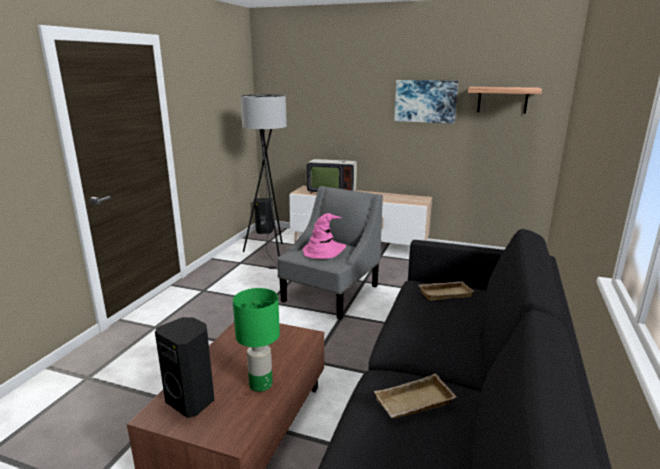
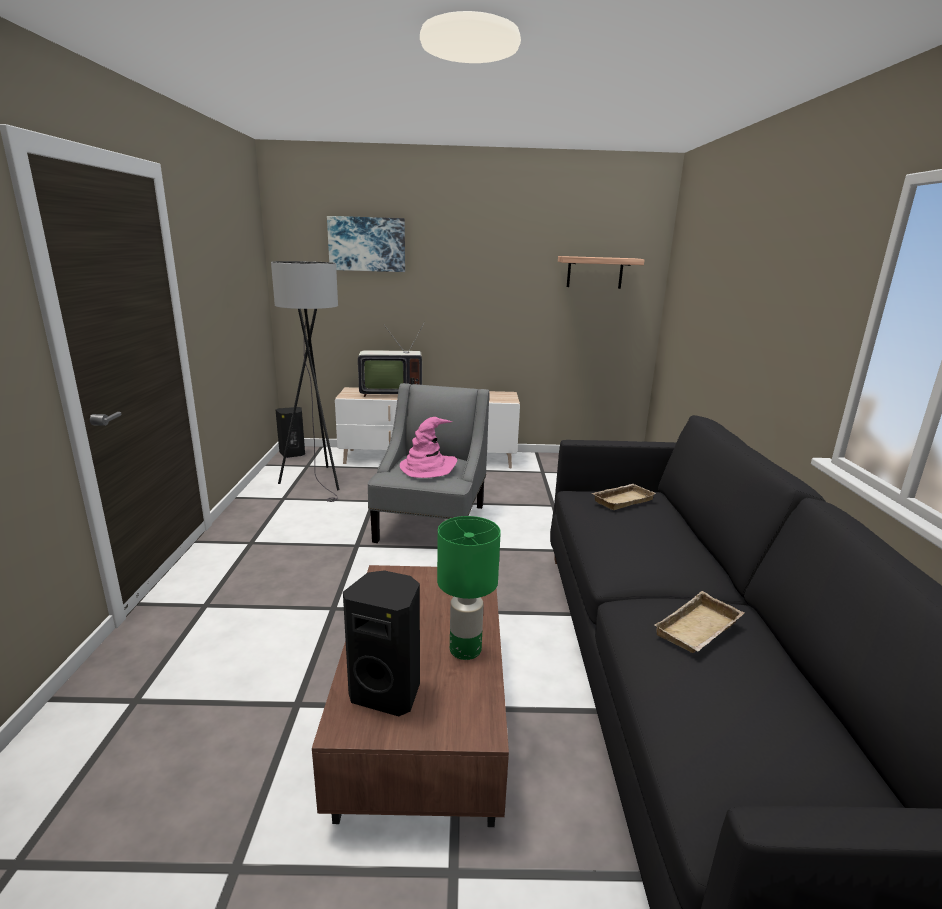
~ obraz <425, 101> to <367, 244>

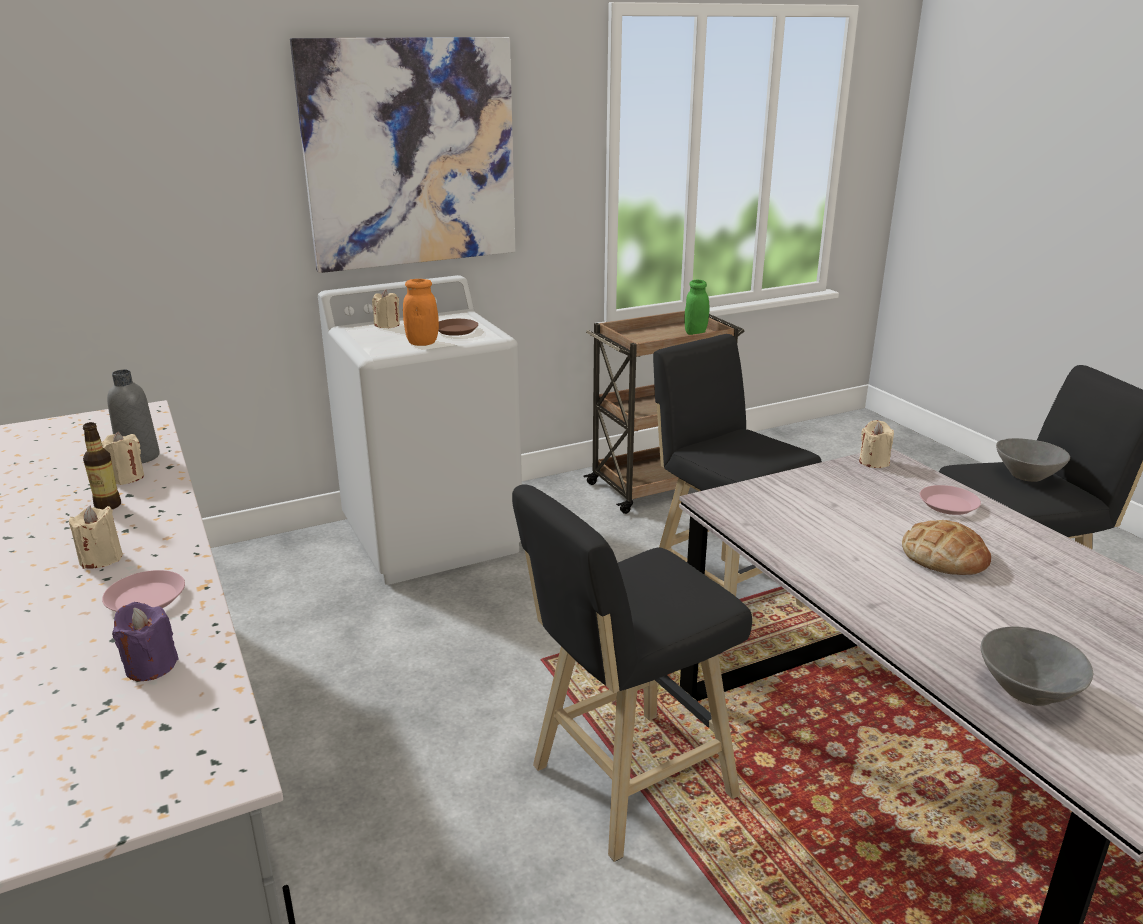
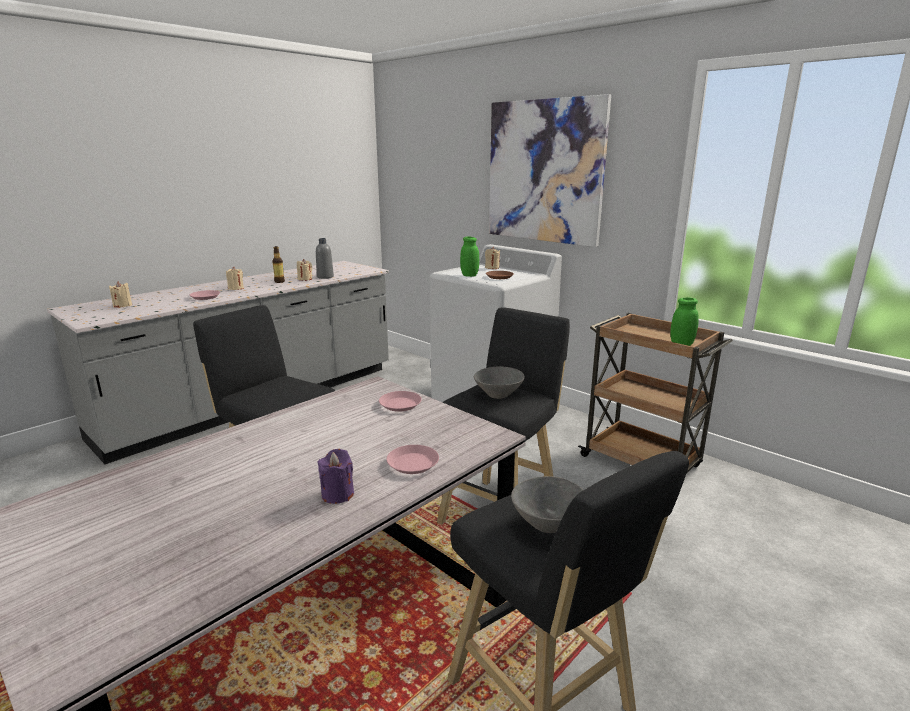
~ słoik (pomarańczowy) <422, 343> to słoik (zielony) <469, 275>
~ świeca (beżowy) <874, 462> to <122, 305>
- chleb <945, 556>
~ świeca (fioletowy) <150, 666> to <337, 494>
~ miska (szary) <1027, 693> to <497, 394>
+ talerz (różowy) <400, 404>

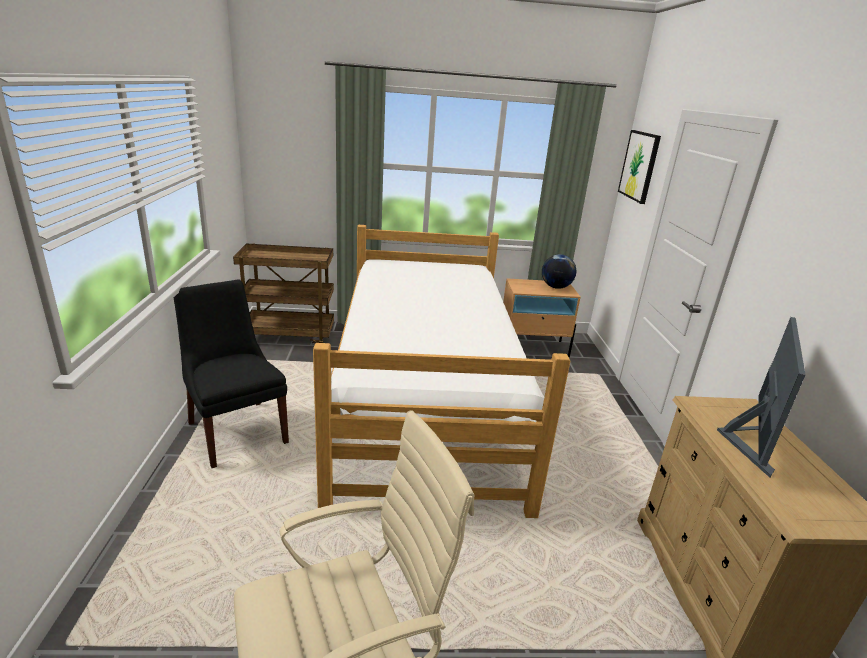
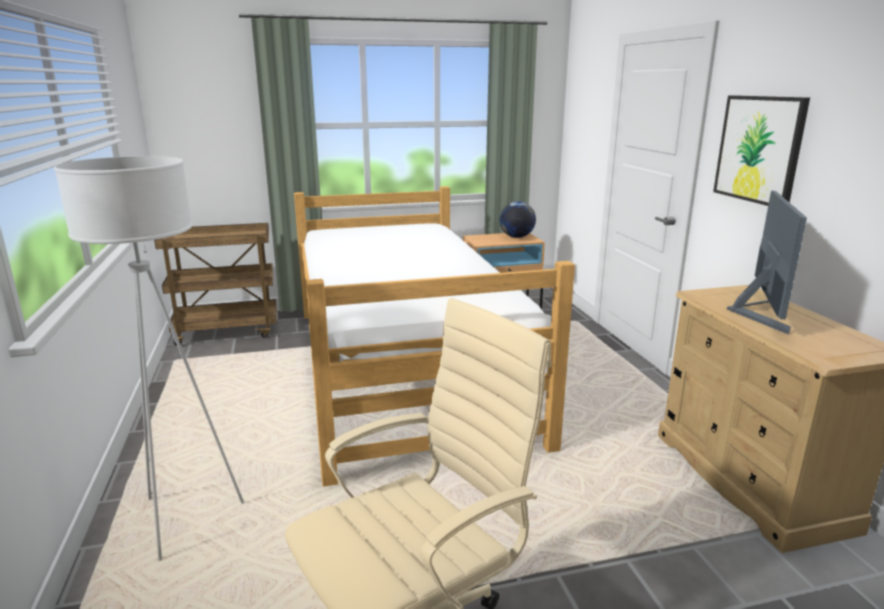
~ obraz <639, 166> to <759, 149>
- krzesło (czarny) <236, 430>
+ lampa stojąca (biały) <184, 519>

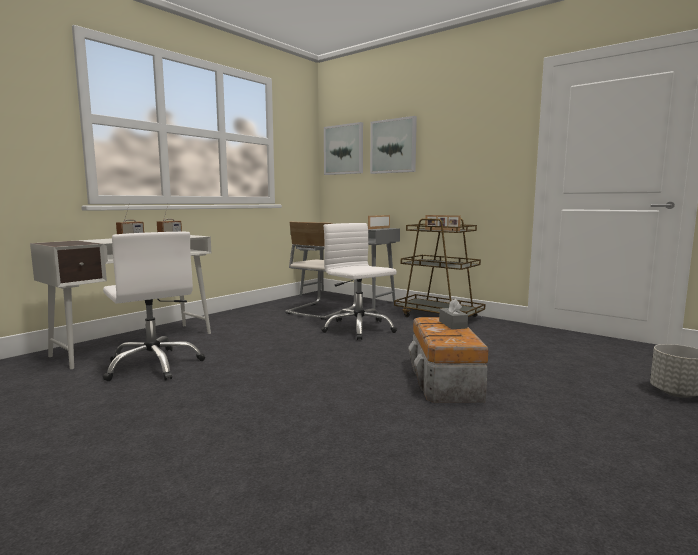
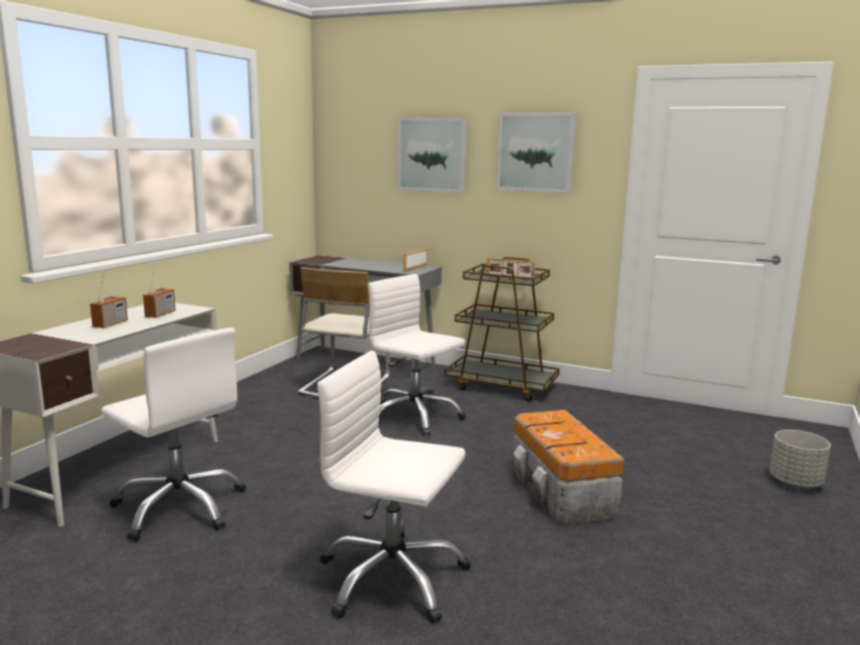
~ obraz <344, 149> to <535, 152>
- pudełko chusteczek (szary) <452, 324>
+ krzesło biurowe (biały) <392, 578>

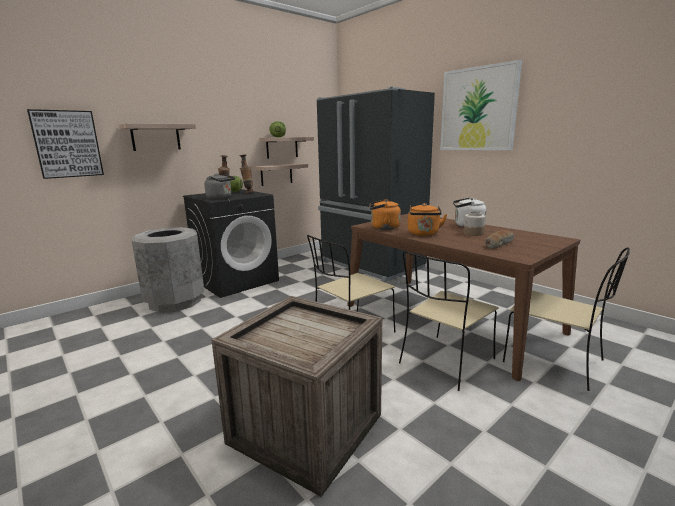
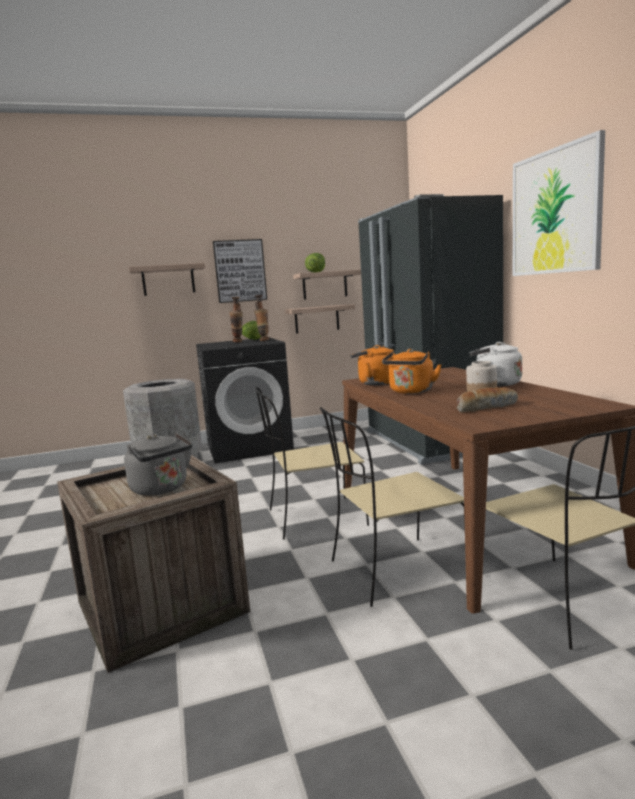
~ obraz <67, 144> to <240, 271>
~ czajnik (szary) <221, 198> to <162, 489>

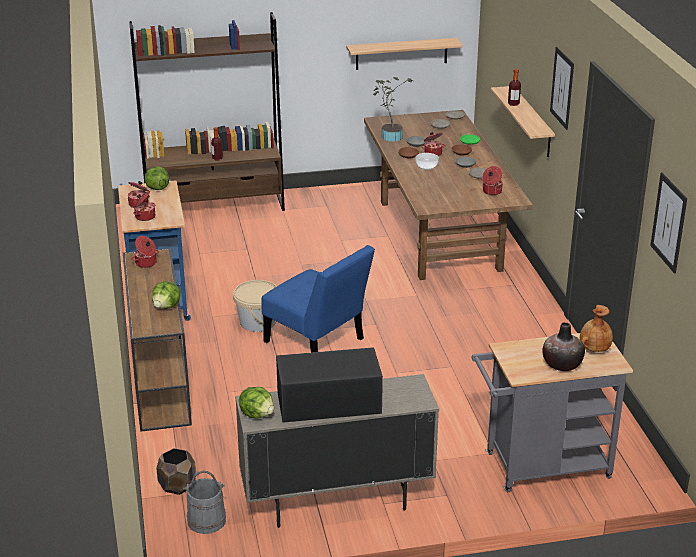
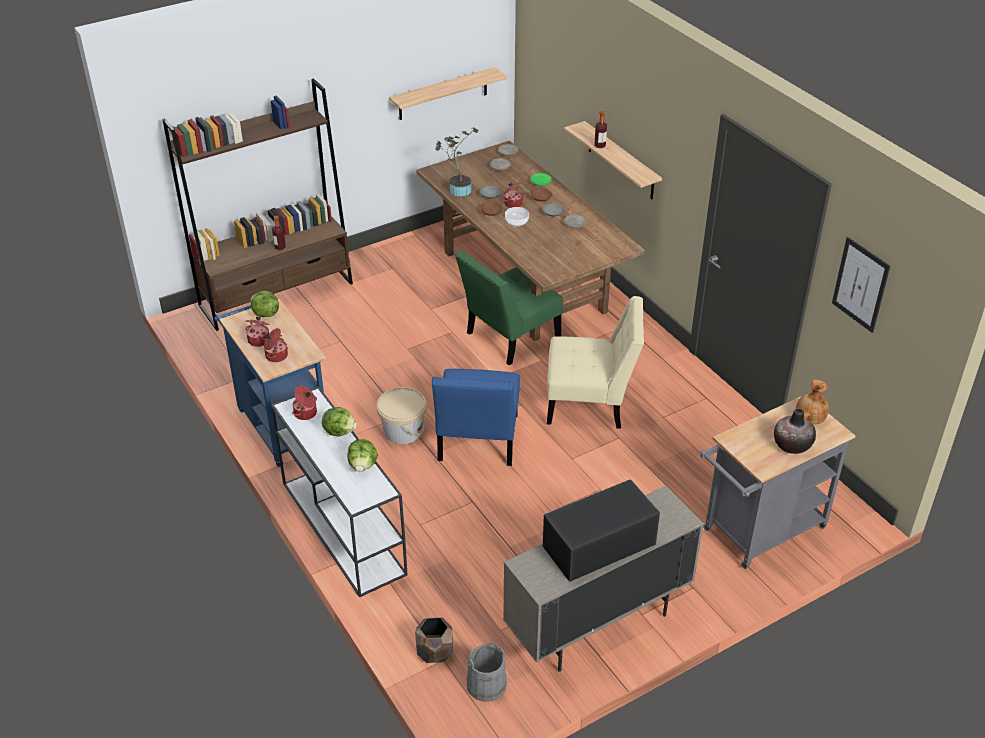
- obraz <562, 88>
- garnek <491, 191>
~ krzesło (niebieski) <317, 343> = <477, 442> 75 degrees clockwise
~ stolik konsolowy (brązowy) <159, 378> to stolik konsolowy (biały) <342, 527>
~ sałata <257, 414> to <340, 431>
+ krzesło (zielony) <509, 337>
+ krzesło (beżowy) <590, 403>

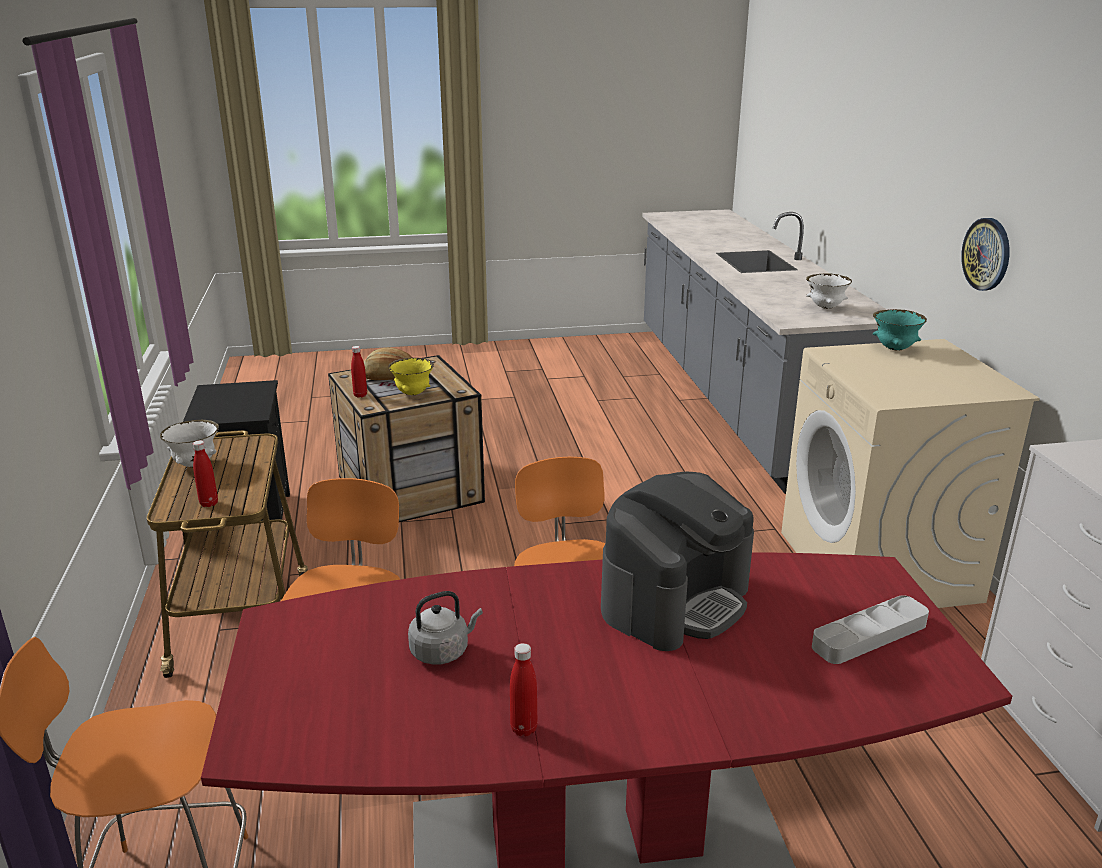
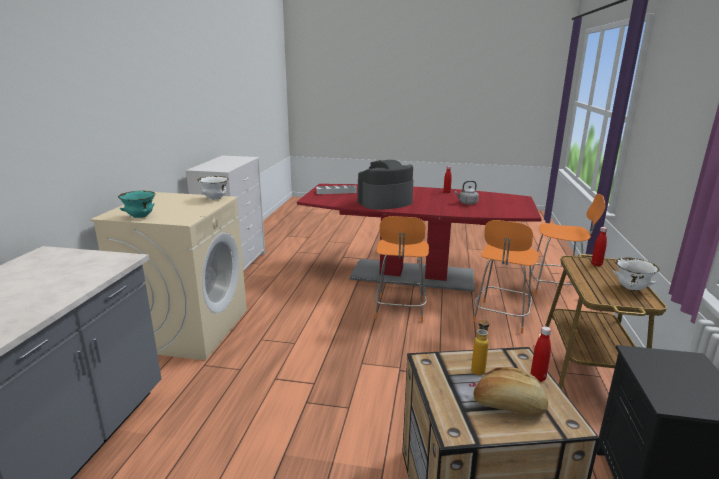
- zegar ścienny <987, 254>
~ miska (biały) <825, 307> to <215, 199>
~ miska (żółty) <413, 393> to butelka <478, 368>

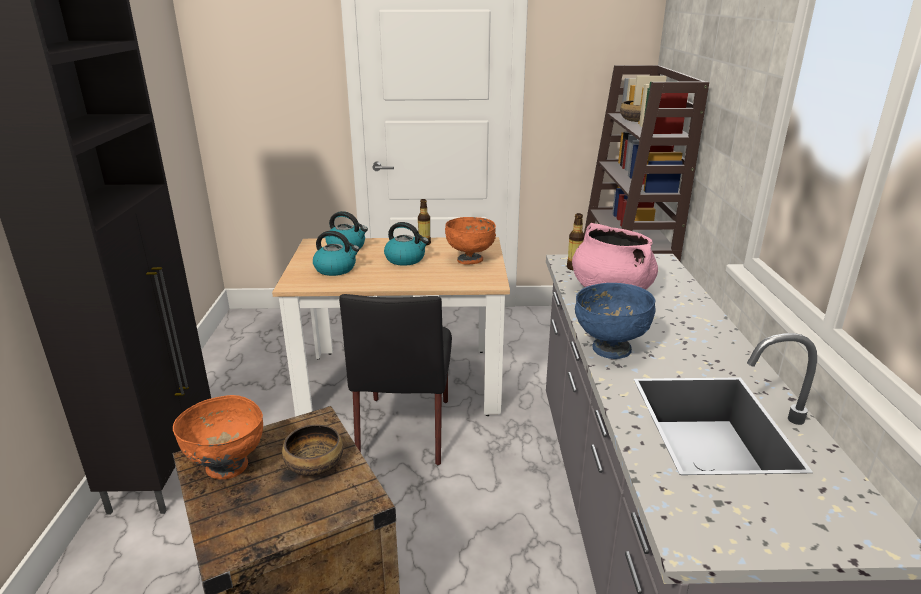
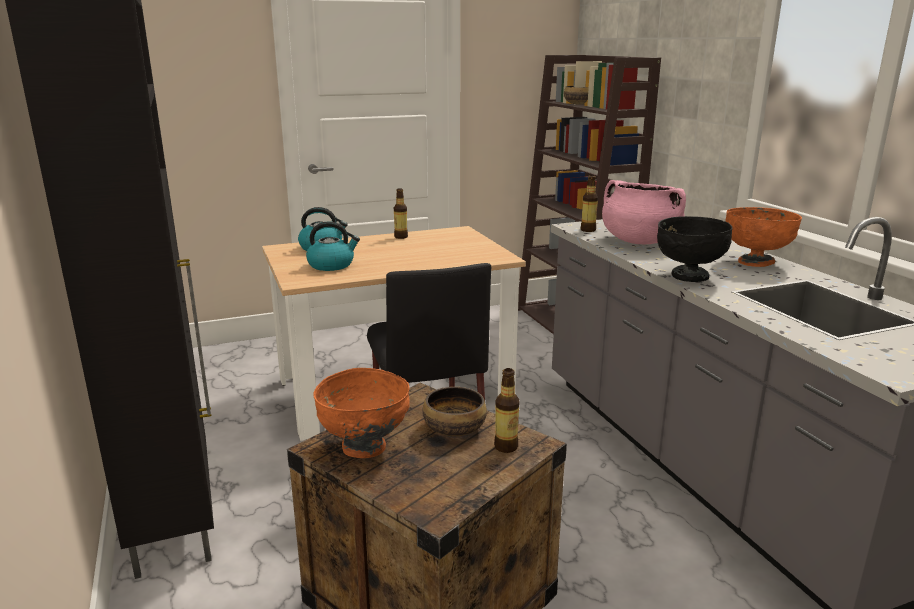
~ miska (pomarańczowy) <470, 260> to <755, 262>
- czajnik <406, 259>
~ miska (niebieski) <610, 349> to miska (czarny) <688, 276>
+ butelka <506, 447>

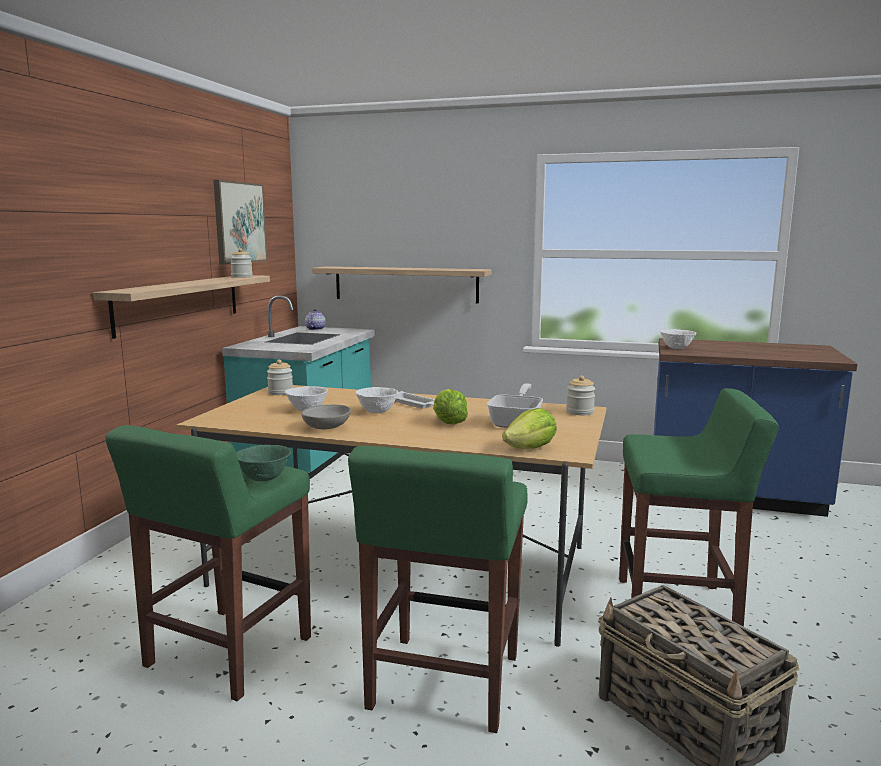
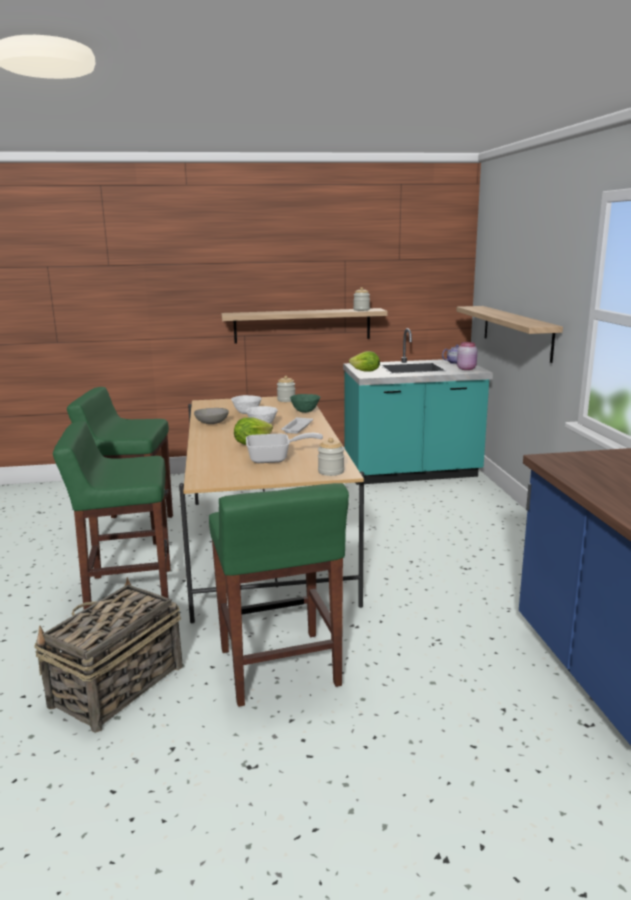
- obraz <239, 222>
- miska (biały) <677, 348>
~ sałata <531, 449> to <365, 371>
~ miska (zielony) <264, 479> to <305, 411>
+ słoik (różowy) <466, 369>

